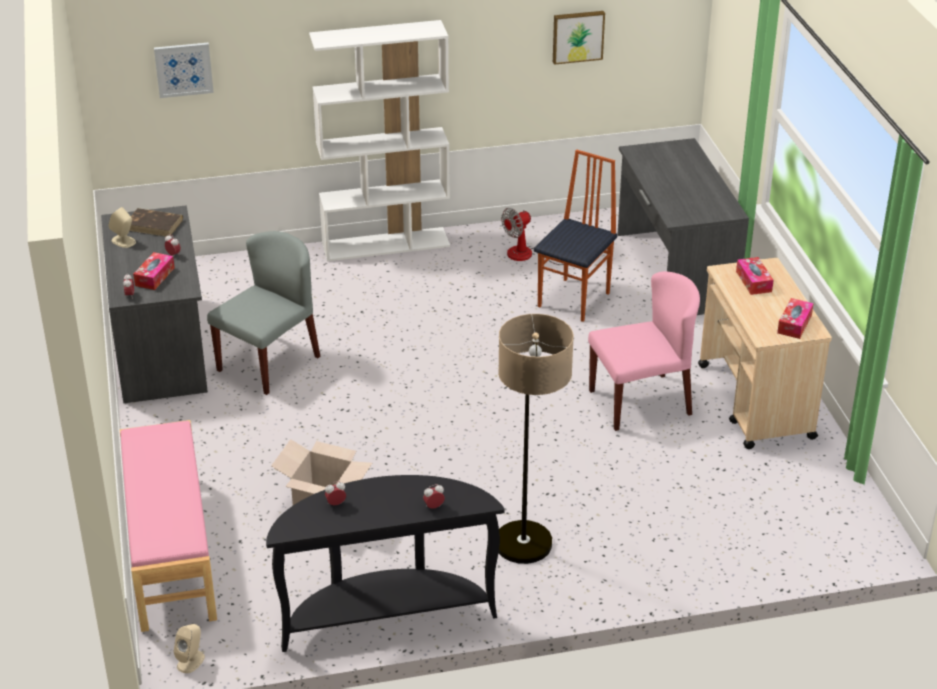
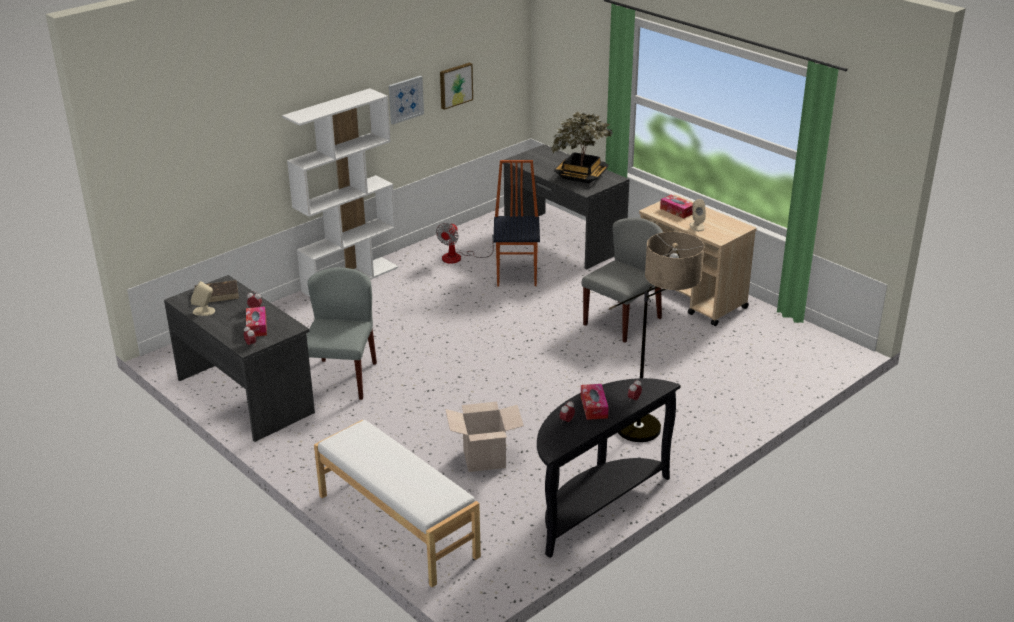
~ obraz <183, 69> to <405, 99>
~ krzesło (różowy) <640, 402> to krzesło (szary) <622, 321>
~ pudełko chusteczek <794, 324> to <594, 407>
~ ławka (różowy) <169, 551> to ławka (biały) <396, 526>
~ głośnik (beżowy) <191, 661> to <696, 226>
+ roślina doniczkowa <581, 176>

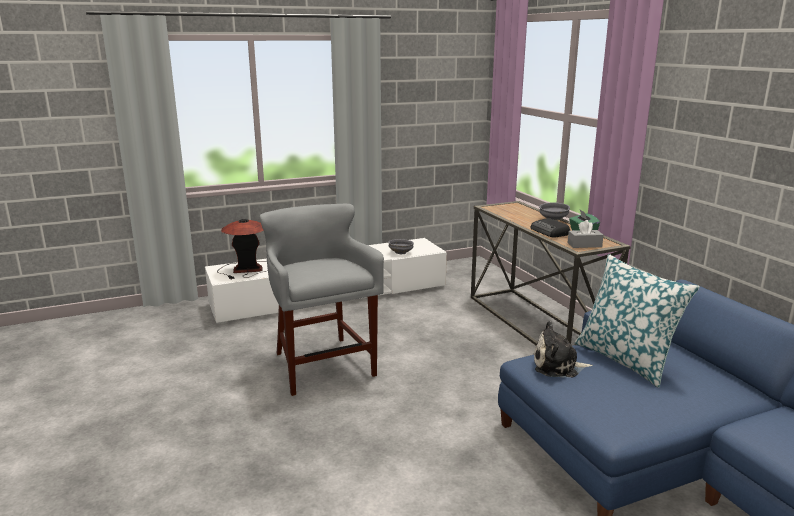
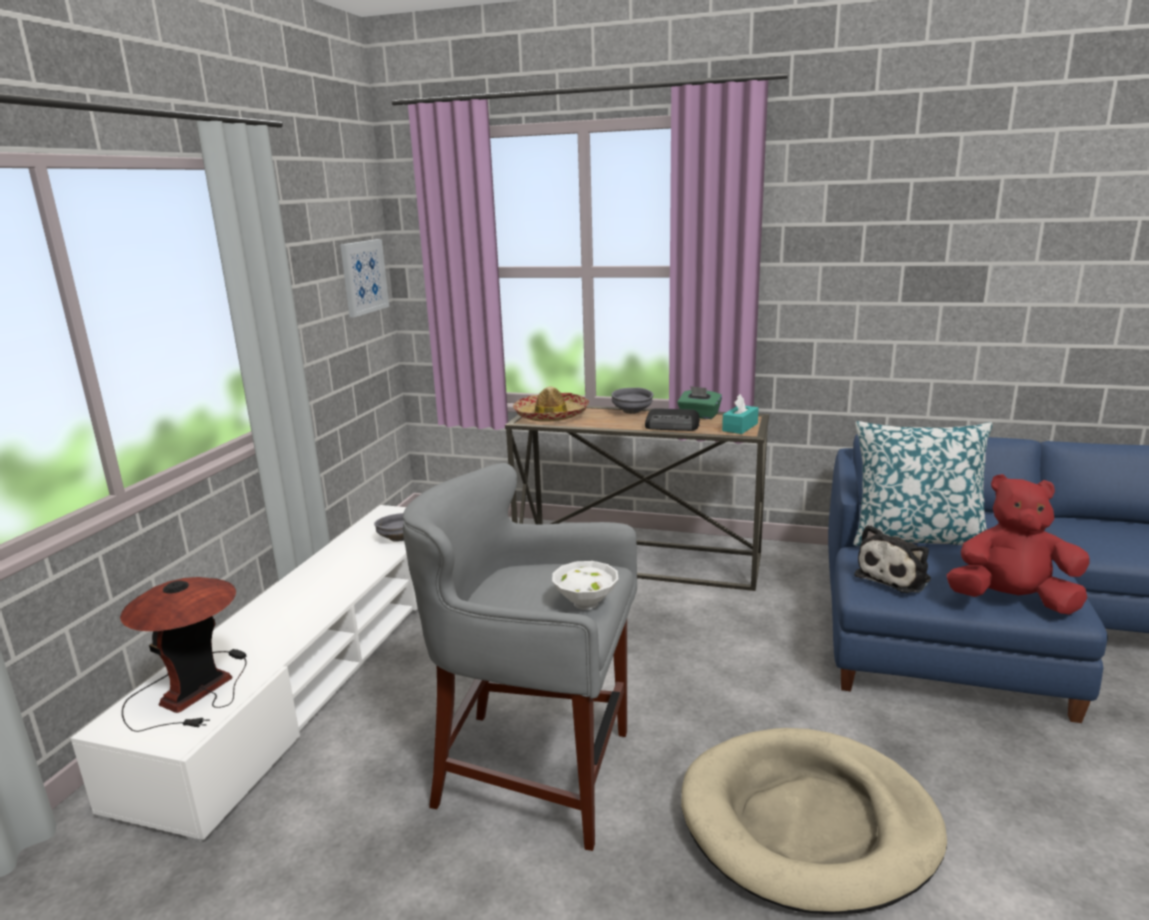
~ pudełko chusteczek (szary) <584, 245> to pudełko chusteczek (turkusowy) <740, 427>
+ obraz <363, 277>
+ kapelusz <551, 415>
+ pluszak (czerwony) <1011, 601>
+ miska (biały) <586, 602>
+ legowisko (beżowy) <808, 823>

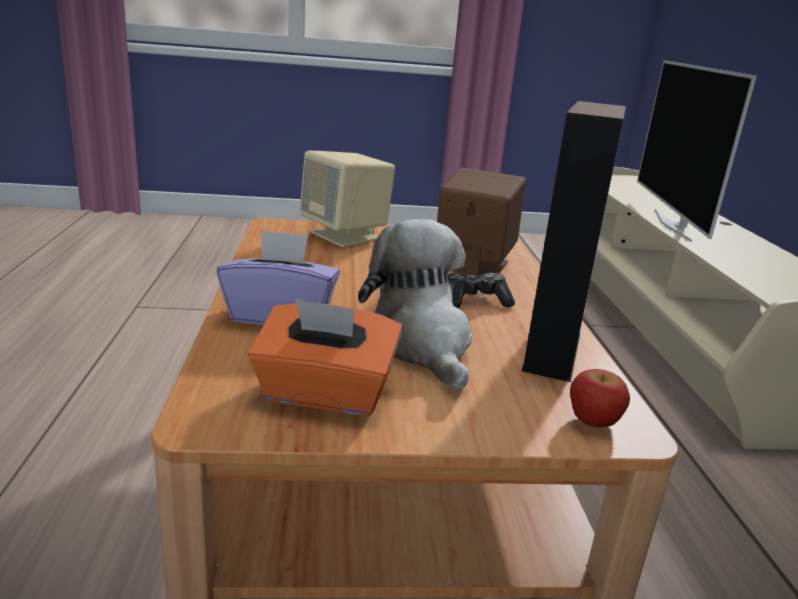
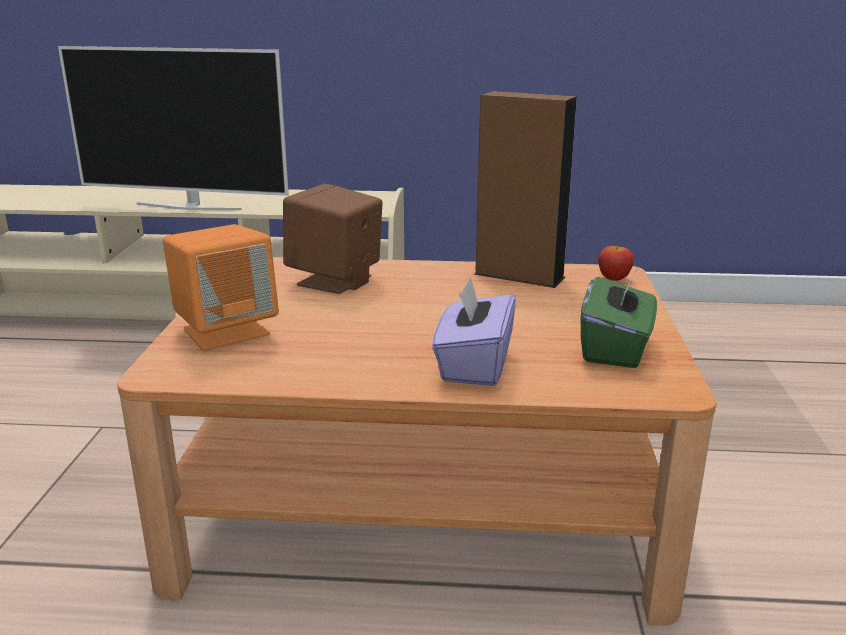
~ głośnik (beżowy) <345, 236> to głośnik (pomarańczowy) <226, 331>
- pluszak <421, 344>
- pad do gier <475, 301>
~ pudełko chusteczek (pomarańczowy) <325, 394> to pudełko chusteczek (zielony) <615, 349>

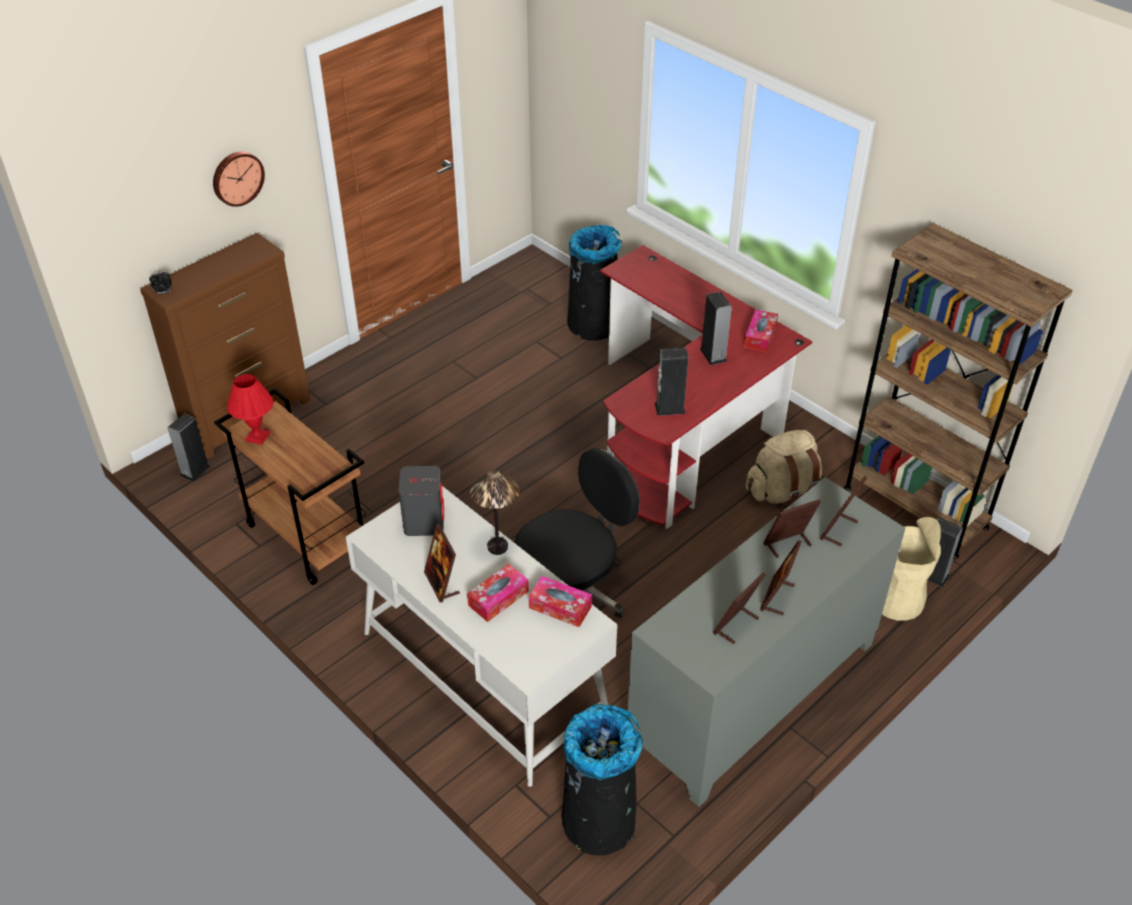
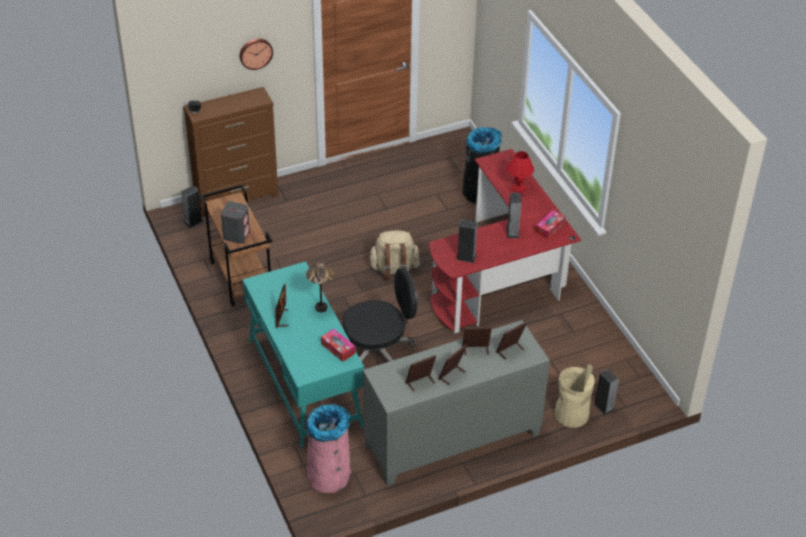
- regał (brązowy) <915, 507>
~ lampa stołowa (czerwony) <257, 437> to <518, 189>
~ plecak (beżowy) <782, 493> to <394, 269>
~ głośnik (szary) <424, 521> to <236, 235>
~ biurko (biały) <484, 673> to biurko (turkusowy) <305, 382>
- pudełko chusteczek <498, 598>
~ kosz na śmieci (czarny) <599, 819> to kosz na śmieci (różowy) <329, 474>

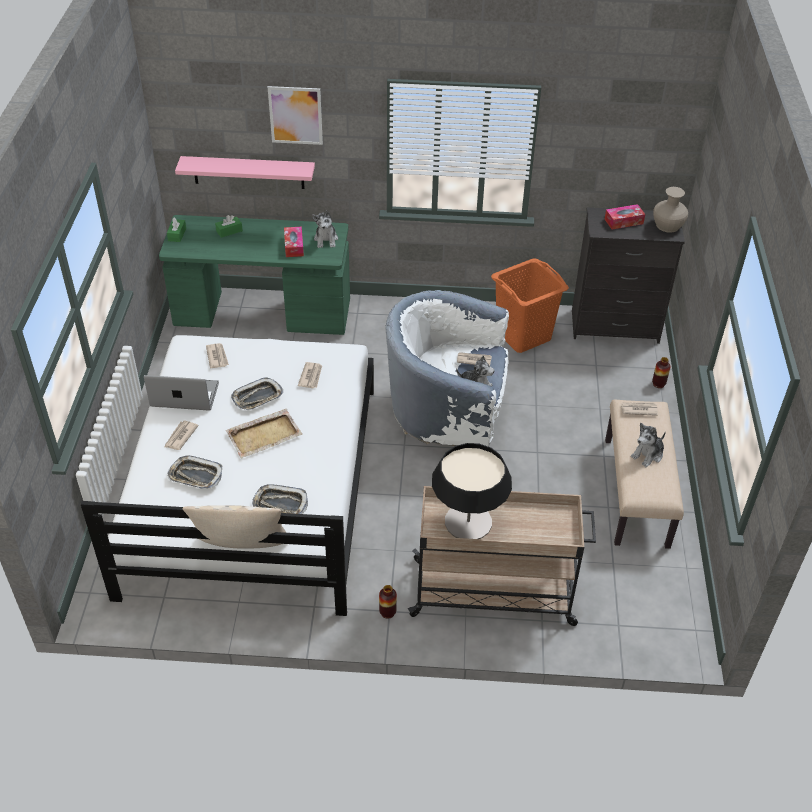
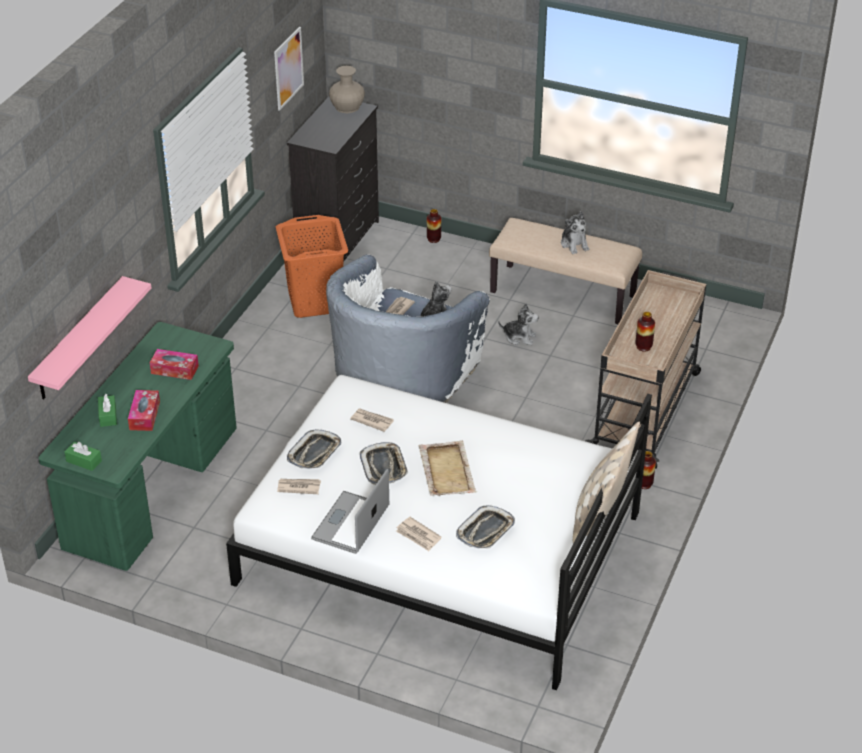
~ obraz <295, 115> to <288, 68>
~ pudełko chusteczek <623, 221> to <144, 415>
~ pluszak <326, 239> to <519, 337>
- gazeta <638, 409>
~ lampa stołowa <468, 521> to wazon <643, 347>
~ taca <280, 504> to <315, 453>

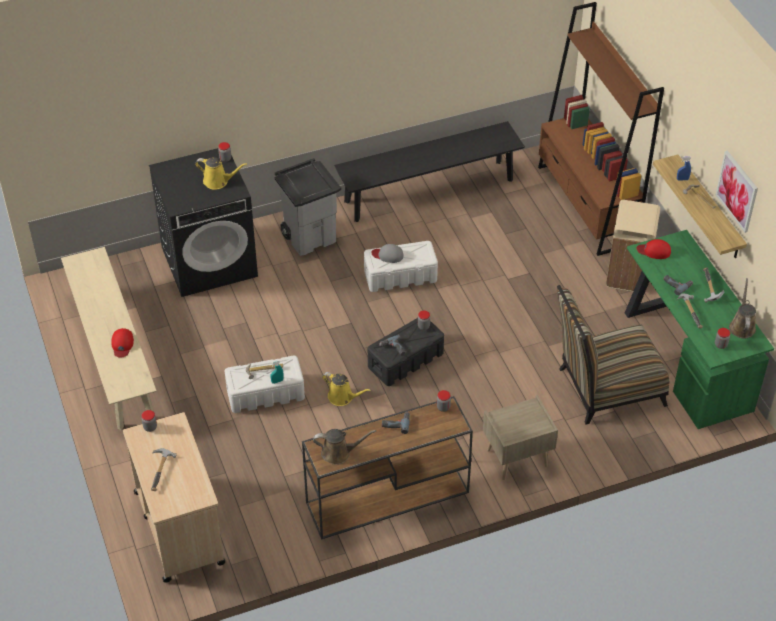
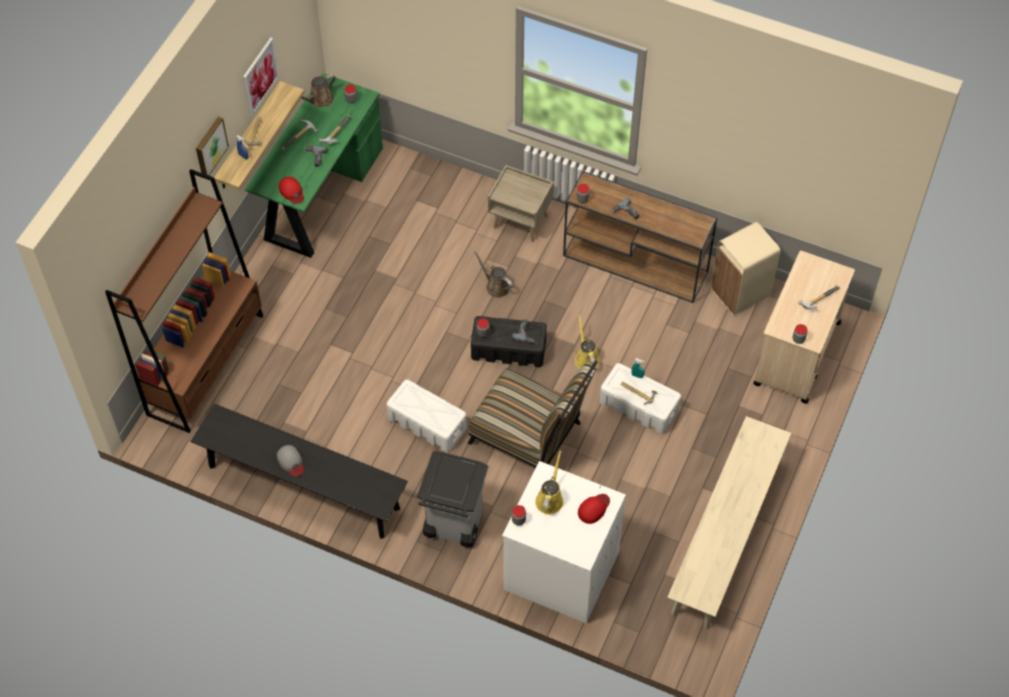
~ pralka (czarny) <210, 261> to pralka (biały) <560, 571>
~ konewka (żółty) <218, 181> = <550, 499> 45 degrees clockwise
~ kosz na śmieci (beżowy) <627, 275> to <740, 293>
~ czapka z daszkiem (szary) <388, 255> to <291, 461>
~ krzesło <605, 388> to <531, 436>
~ czapka z daszkiem (czerwony) <122, 344> to <594, 509>
~ konewka (brązowy) <339, 453> to <496, 286>
+ obraz <210, 146>

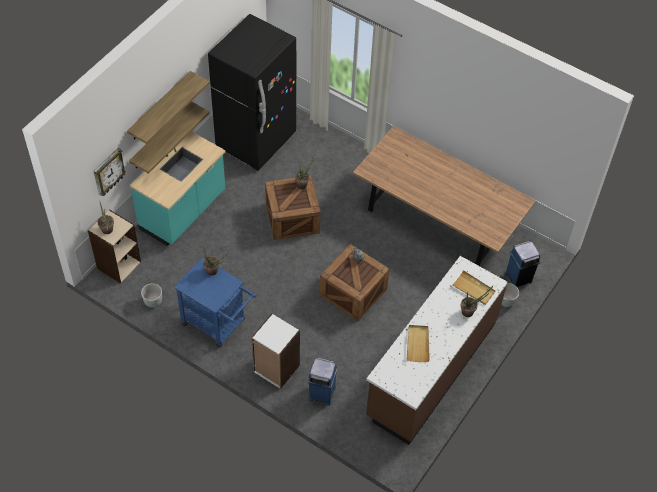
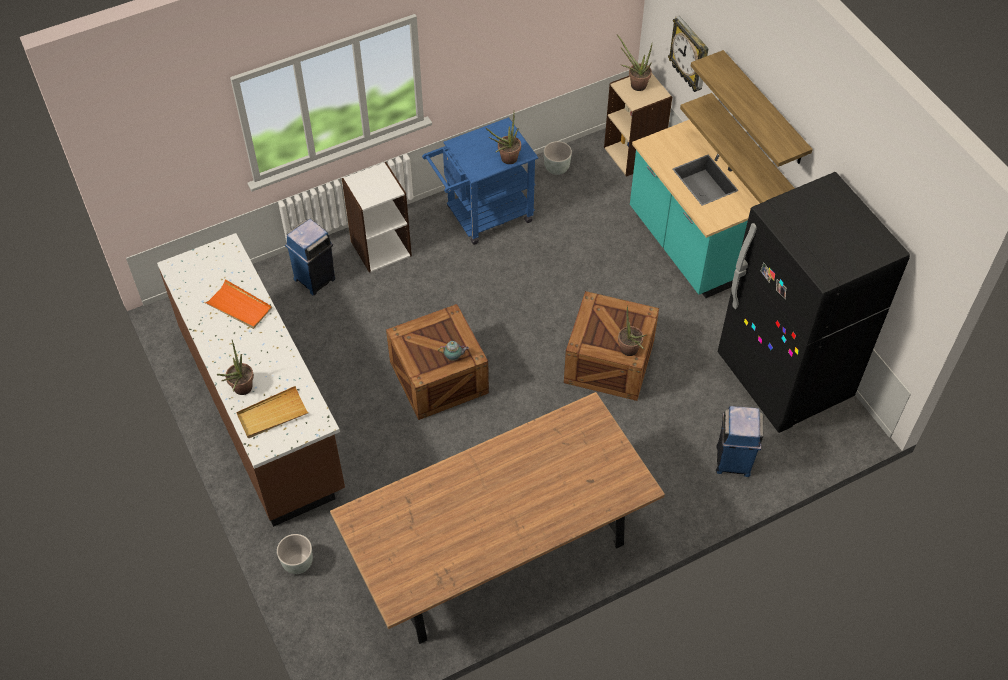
~ kosz na śmieci (niebieski) <519, 277> to <732, 461>
~ taca (beżowy) <418, 344> to taca (pomarańczowy) <239, 306>

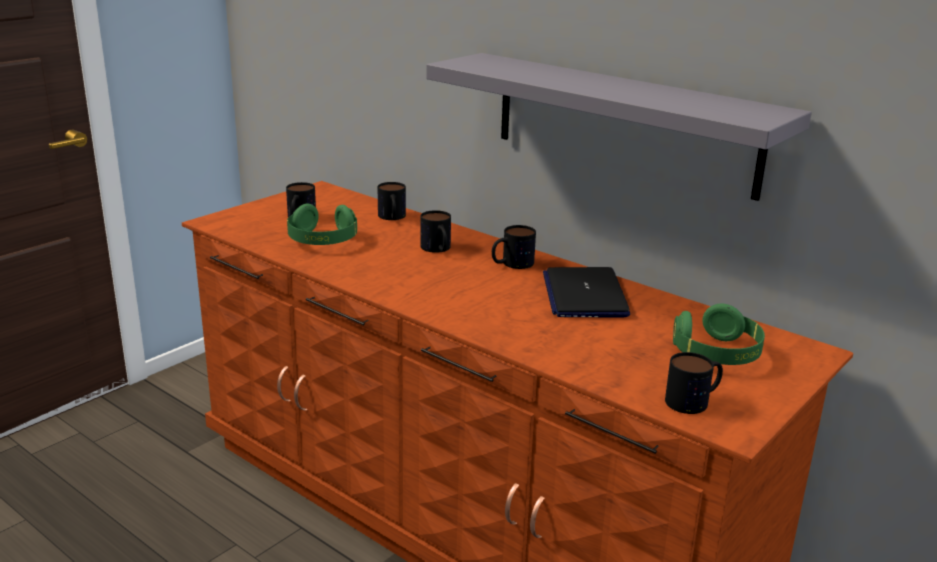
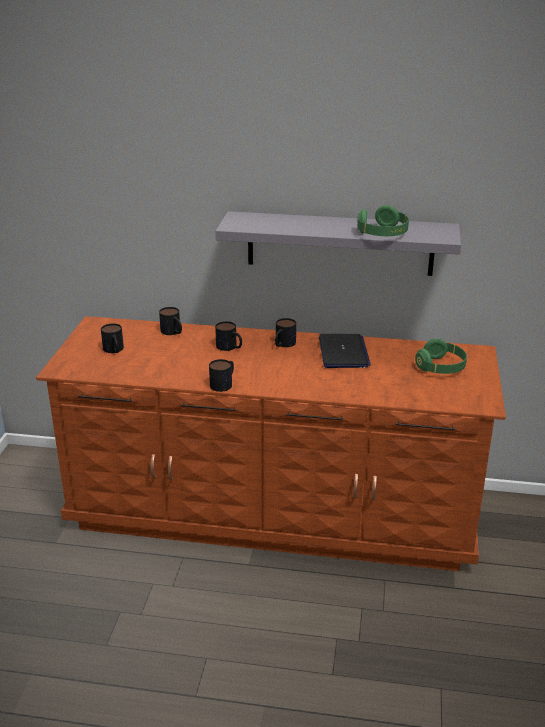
~ słuchawki (zielony) <322, 241> to <382, 234>
~ laptop <584, 294> = <343, 352> 150 degrees counterclockwise
~ kubek <694, 400> to <224, 383>

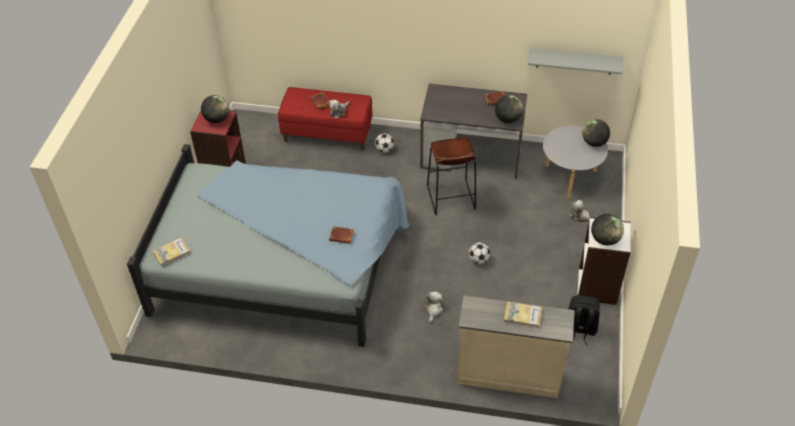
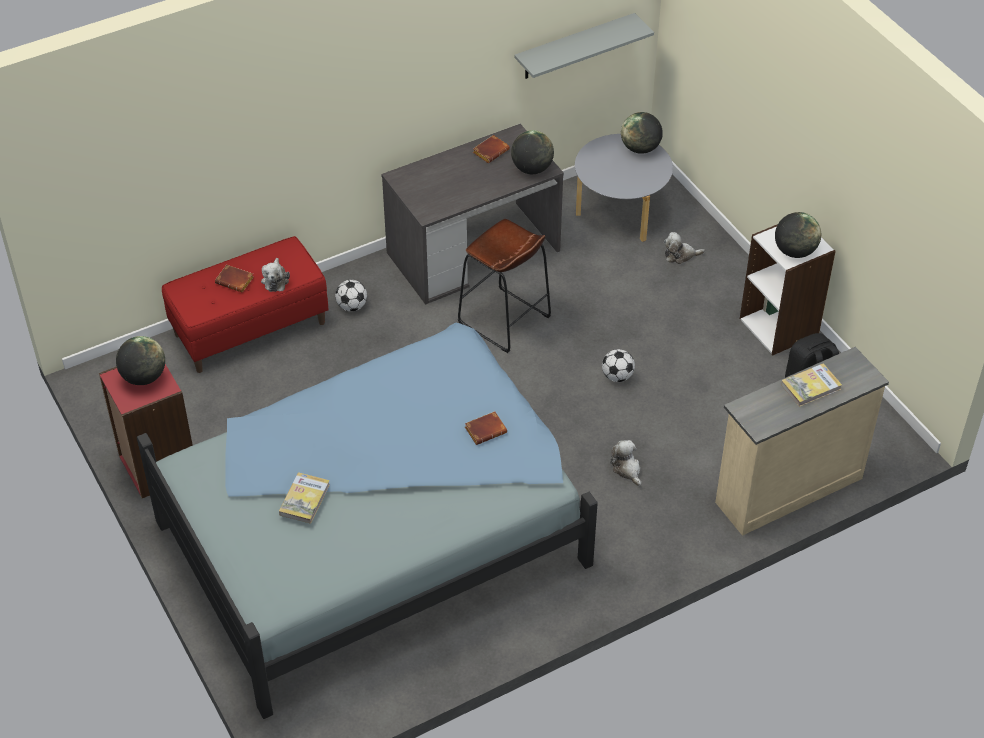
~ książka <172, 253> to <304, 499>

